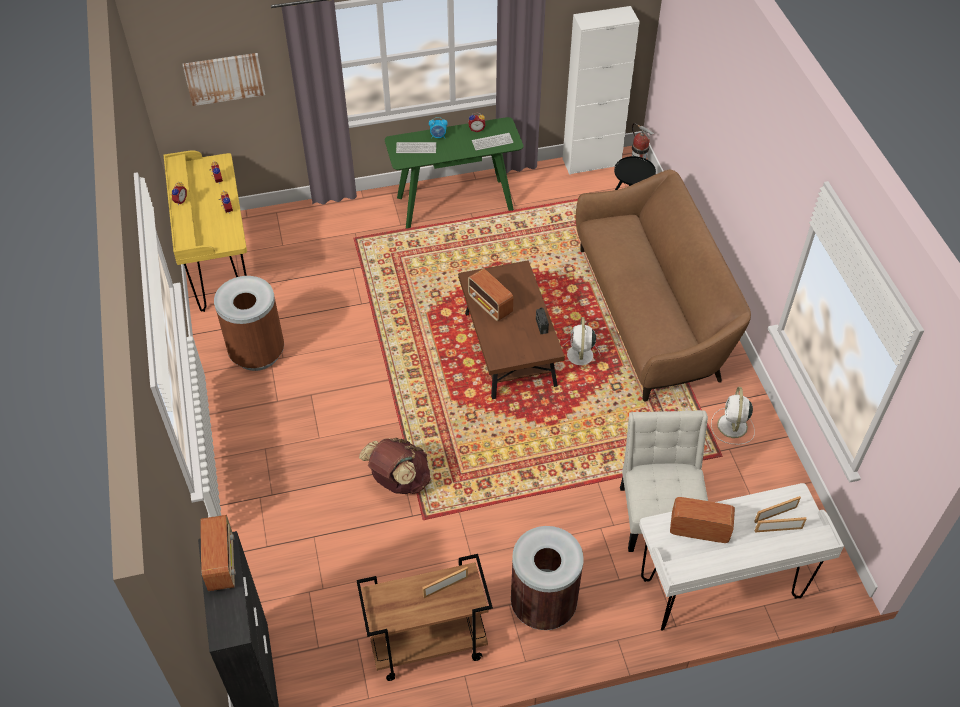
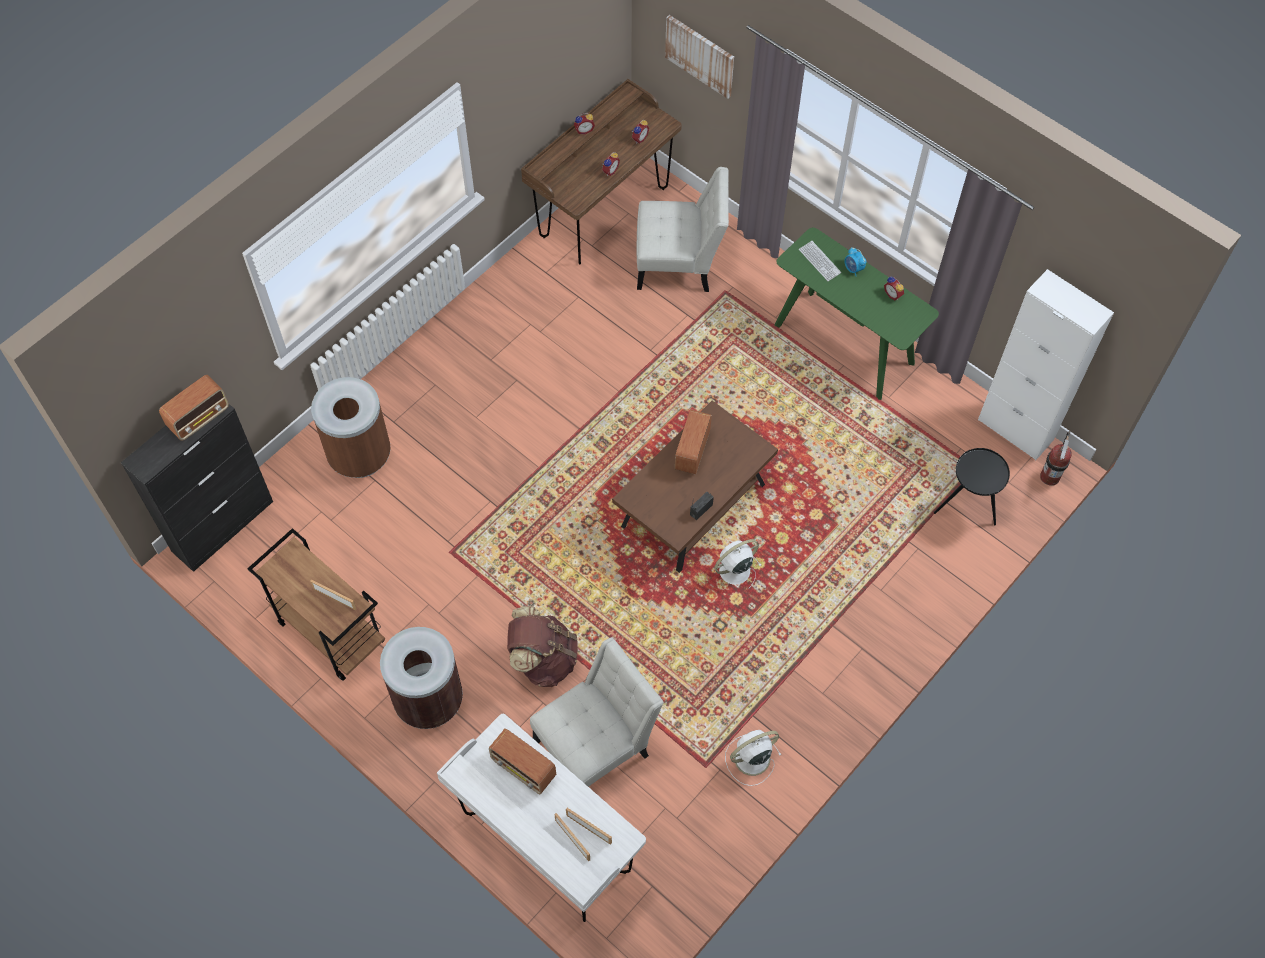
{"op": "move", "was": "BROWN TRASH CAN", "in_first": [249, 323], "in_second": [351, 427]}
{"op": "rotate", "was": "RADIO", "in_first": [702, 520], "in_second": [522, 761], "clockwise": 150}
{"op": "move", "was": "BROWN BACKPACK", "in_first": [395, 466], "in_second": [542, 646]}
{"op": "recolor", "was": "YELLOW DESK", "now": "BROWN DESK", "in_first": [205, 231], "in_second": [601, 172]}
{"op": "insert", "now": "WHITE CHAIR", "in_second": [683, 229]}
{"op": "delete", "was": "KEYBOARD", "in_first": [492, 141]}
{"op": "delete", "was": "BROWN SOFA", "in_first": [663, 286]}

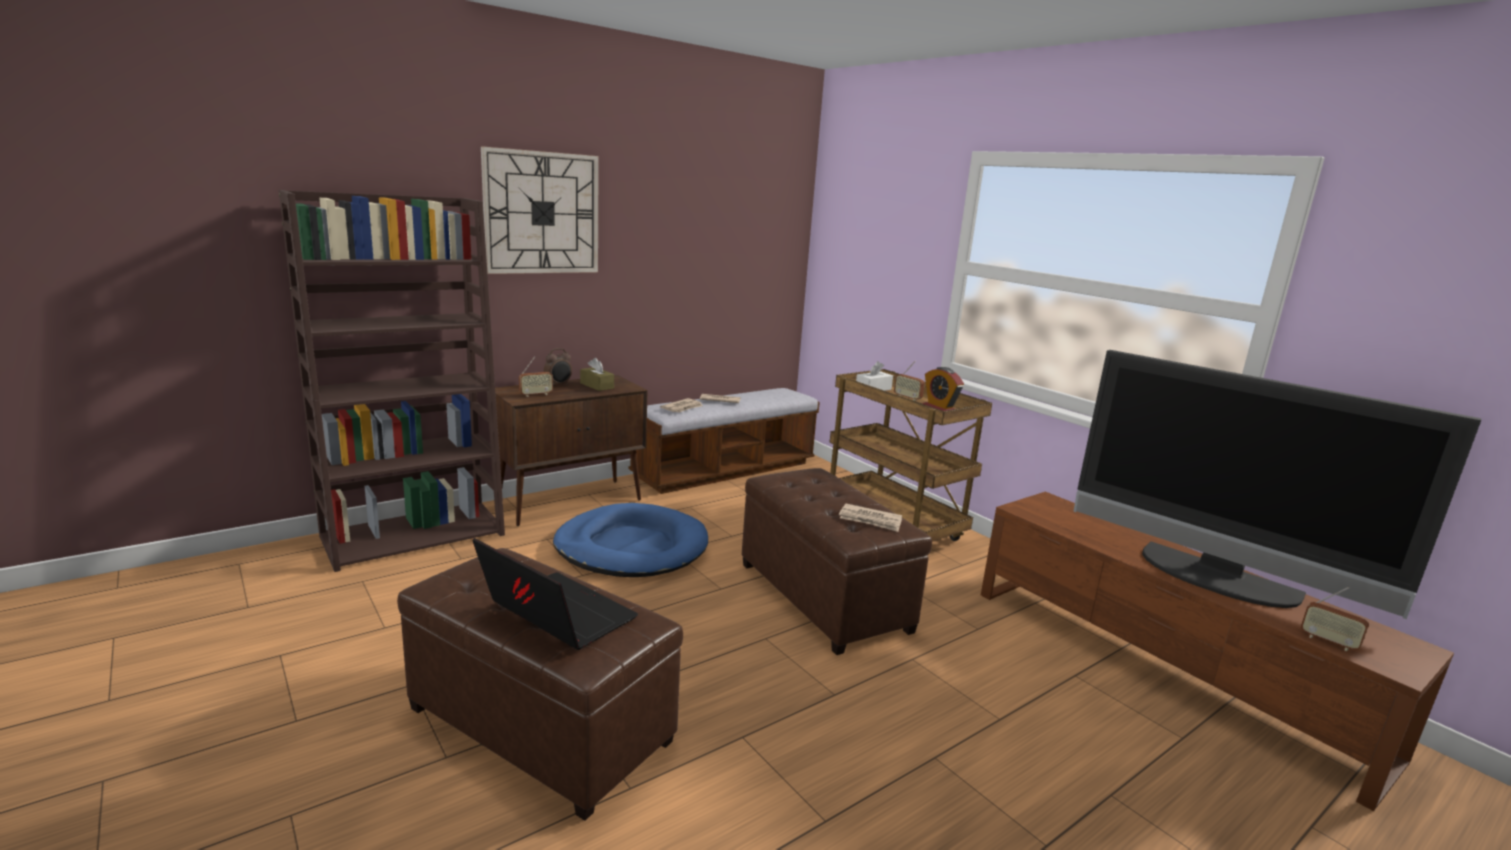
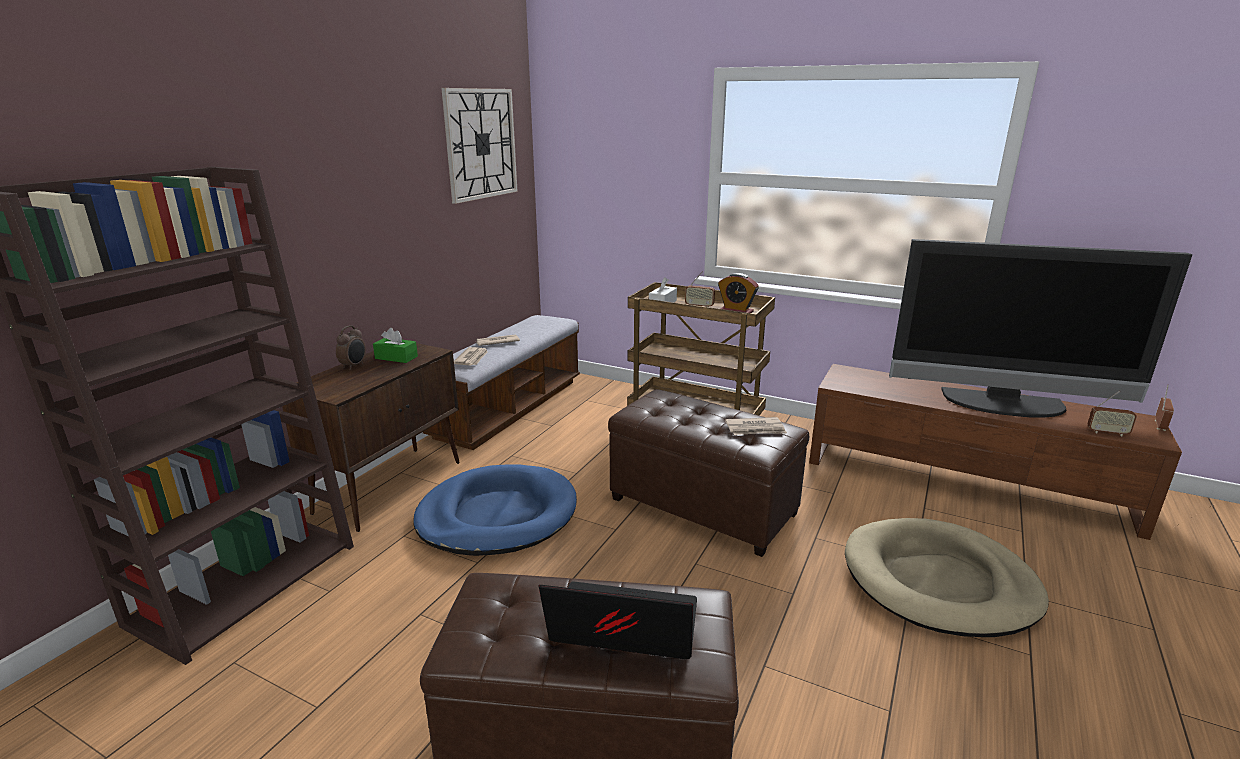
{"op": "recolor", "was": "BROWN TISSUE BOX", "now": "GREEN TISSUE BOX", "in_first": [597, 374], "in_second": [395, 345]}
{"op": "move", "was": "WALL CLOCK", "in_first": [540, 210], "in_second": [479, 146]}
{"op": "insert", "now": "BEIGE DOG BED", "in_second": [947, 577]}
{"op": "move", "was": "RADIO", "in_first": [536, 376], "in_second": [1164, 408]}

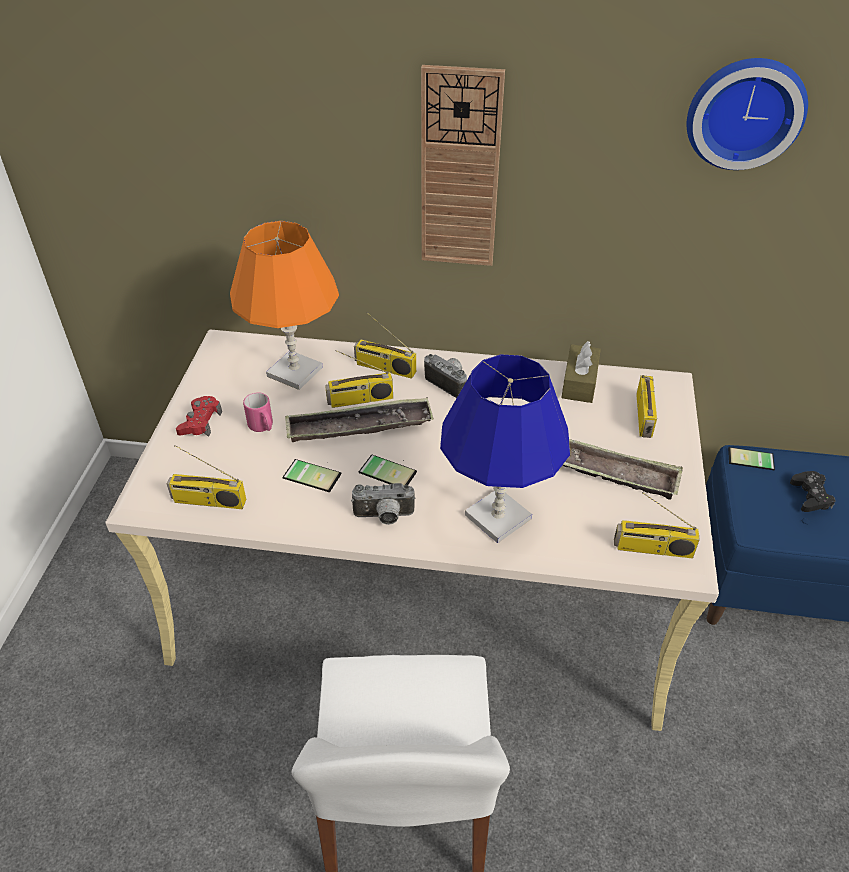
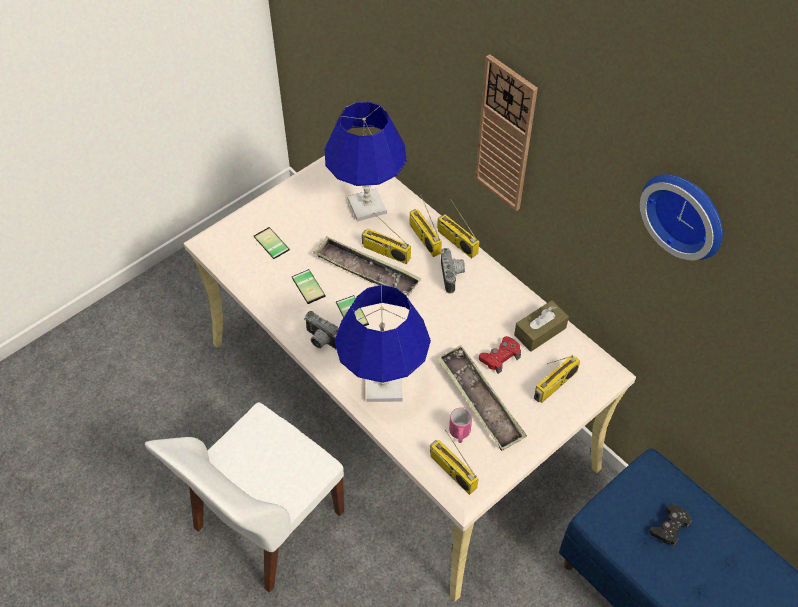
{"op": "move", "was": "PHONE", "in_first": [751, 458], "in_second": [271, 243]}
{"op": "recolor", "was": "ORANGE TABLE LAMP", "now": "BLUE TABLE LAMP", "in_first": [284, 305], "in_second": [366, 161]}
{"op": "move", "was": "RADIO", "in_first": [206, 477], "in_second": [458, 229]}
{"op": "move", "was": "PINK MUG", "in_first": [258, 412], "in_second": [460, 425]}
{"op": "move", "was": "RED GAME CONTROLLER", "in_first": [199, 416], "in_second": [500, 355]}

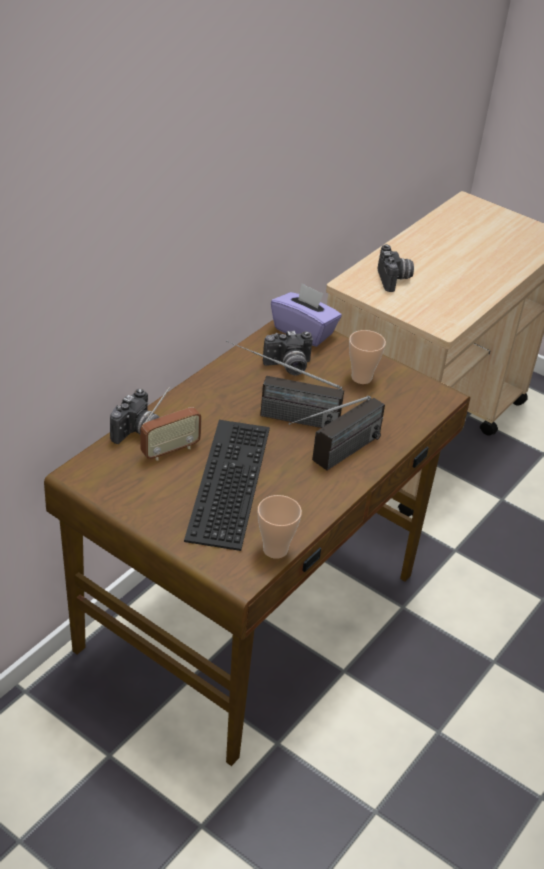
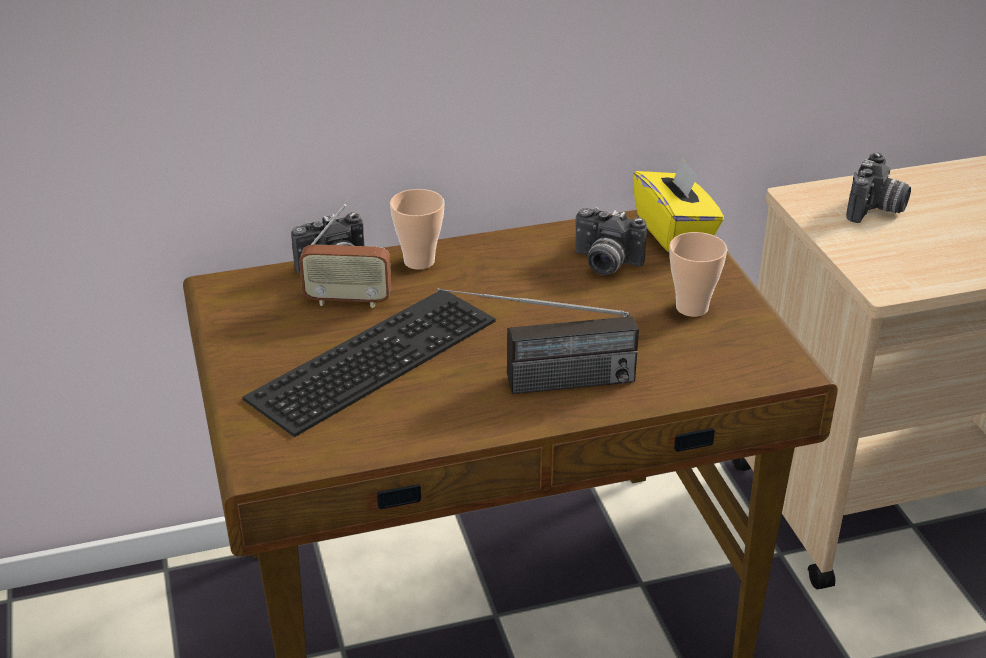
{"op": "move", "was": "CUP", "in_first": [280, 527], "in_second": [417, 229]}
{"op": "recolor", "was": "PURPLE TISSUE BOX", "now": "YELLOW TISSUE BOX", "in_first": [306, 315], "in_second": [678, 204]}
{"op": "delete", "was": "RADIO", "in_first": [285, 384]}

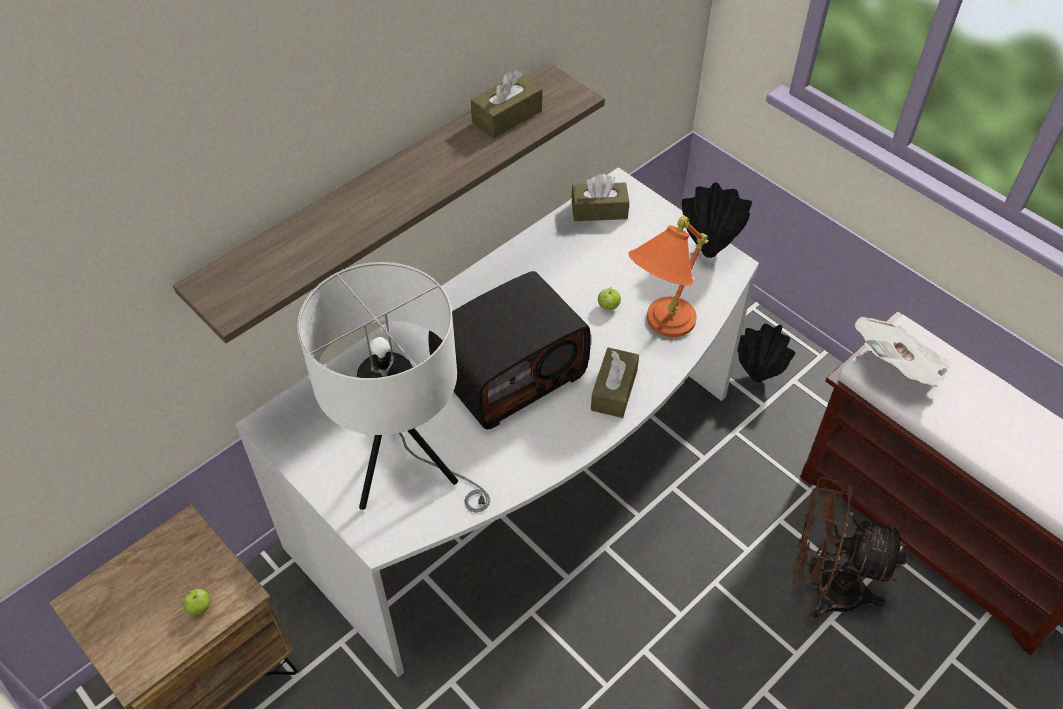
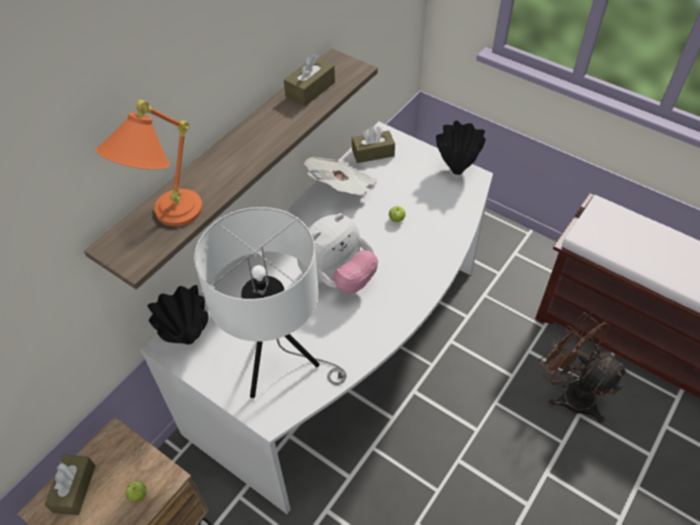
{"op": "move", "was": "BROWN TISSUE BOX", "in_first": [615, 382], "in_second": [69, 485]}
{"op": "move", "was": "ORANGE TABLE LAMP", "in_first": [669, 276], "in_second": [149, 163]}
{"op": "move", "was": "BLACK VASE", "in_first": [766, 353], "in_second": [178, 315]}
{"op": "replace", "was": "RADIO", "now": "PLUSH TOY", "in_first": [509, 350], "in_second": [337, 253]}
{"op": "move", "was": "NEWSPAPER", "in_first": [902, 352], "in_second": [340, 176]}
{"op": "rotate", "was": "BROWN FAN", "in_first": [849, 549], "in_second": [583, 367], "clockwise": 45}

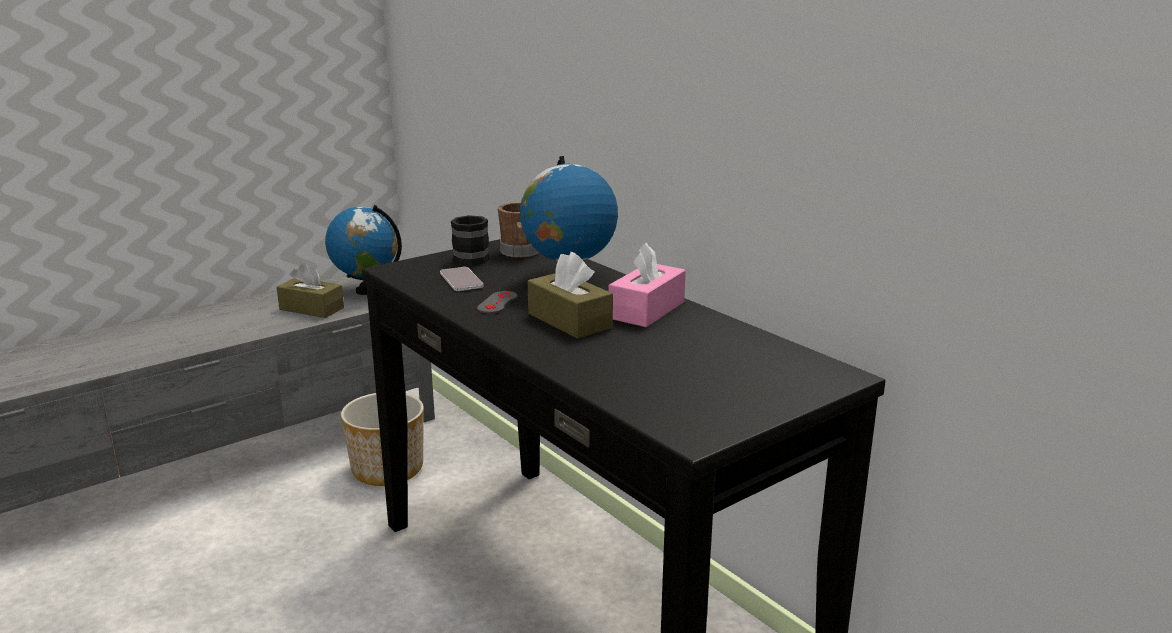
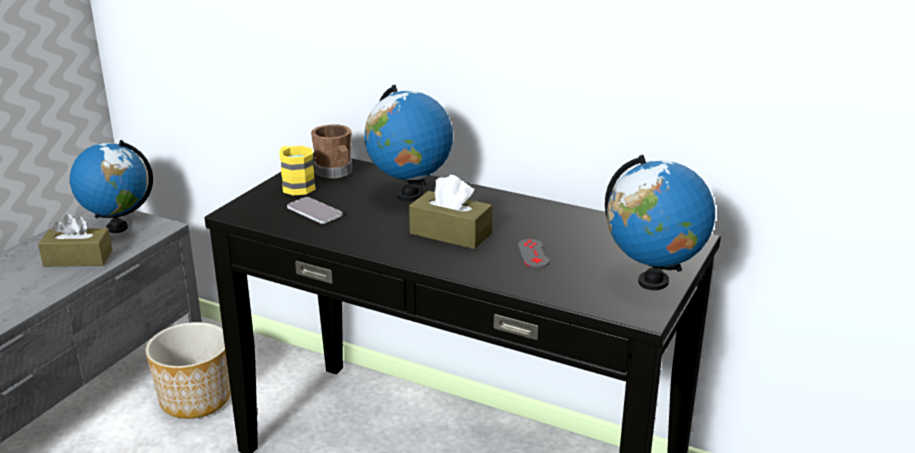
{"op": "recolor", "was": "BLACK MUG", "now": "YELLOW MUG", "in_first": [470, 240], "in_second": [297, 170]}
{"op": "move", "was": "GREY GAME CONTROLLER", "in_first": [497, 302], "in_second": [533, 253]}
{"op": "insert", "now": "GLOBE", "in_second": [660, 222]}
{"op": "delete", "was": "PINK TISSUE BOX", "in_first": [647, 285]}

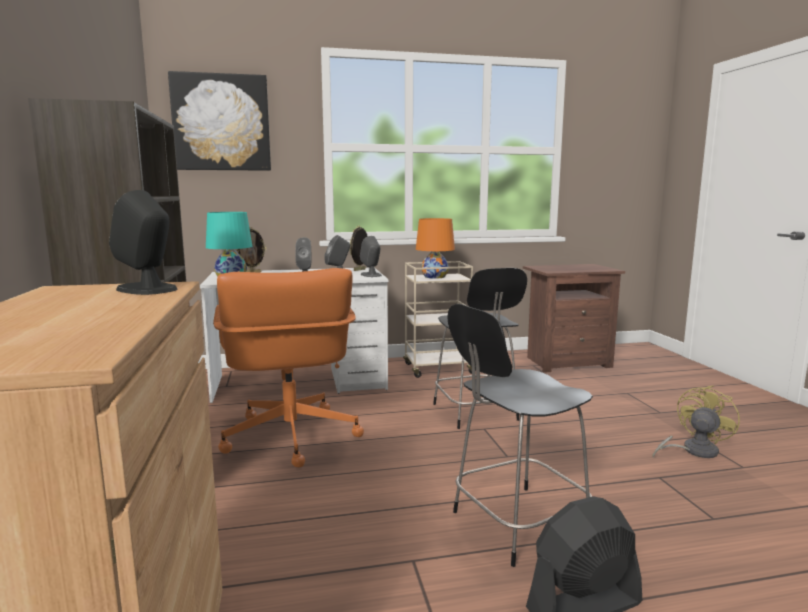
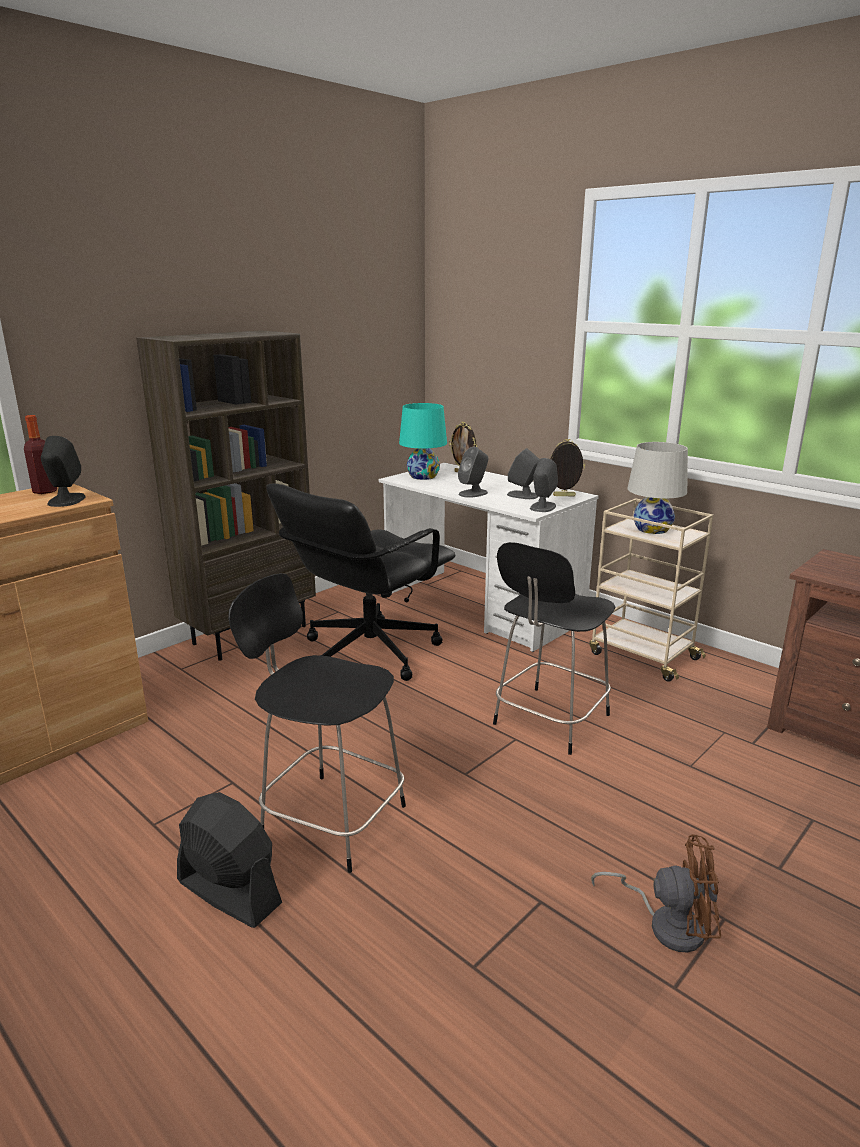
{"op": "insert", "now": "BOTTLE", "in_second": [40, 454]}
{"op": "recolor", "was": "ORANGE OFFICE CHAIR", "now": "BLACK OFFICE CHAIR", "in_first": [288, 367], "in_second": [360, 582]}
{"op": "recolor", "was": "YELLOW FAN", "now": "BROWN FAN", "in_first": [696, 422], "in_second": [656, 893]}
{"op": "recolor", "was": "ORANGE TABLE LAMP", "now": "WHITE TABLE LAMP", "in_first": [435, 248], "in_second": [657, 488]}
{"op": "delete", "was": "PICTURE", "in_first": [219, 121]}

